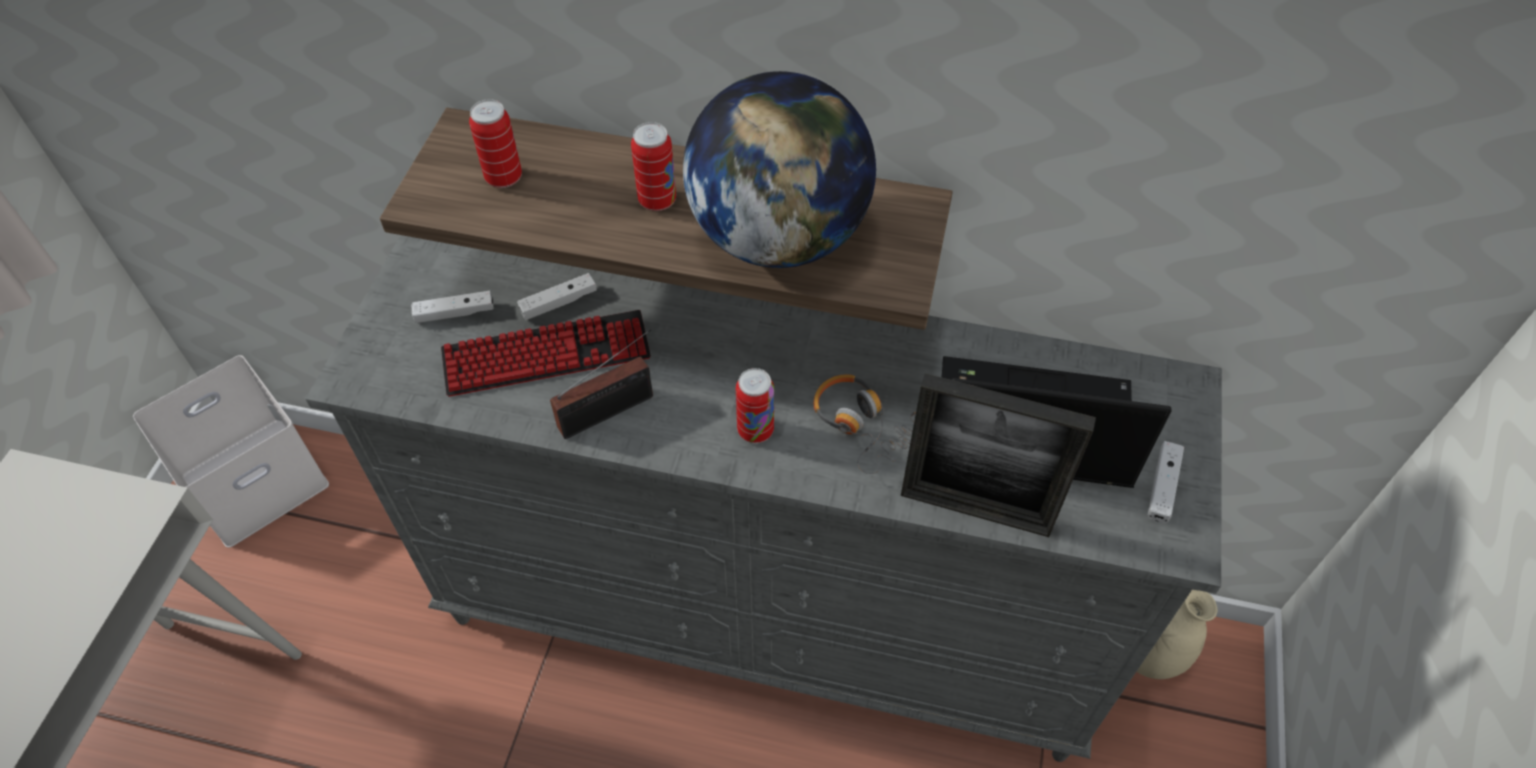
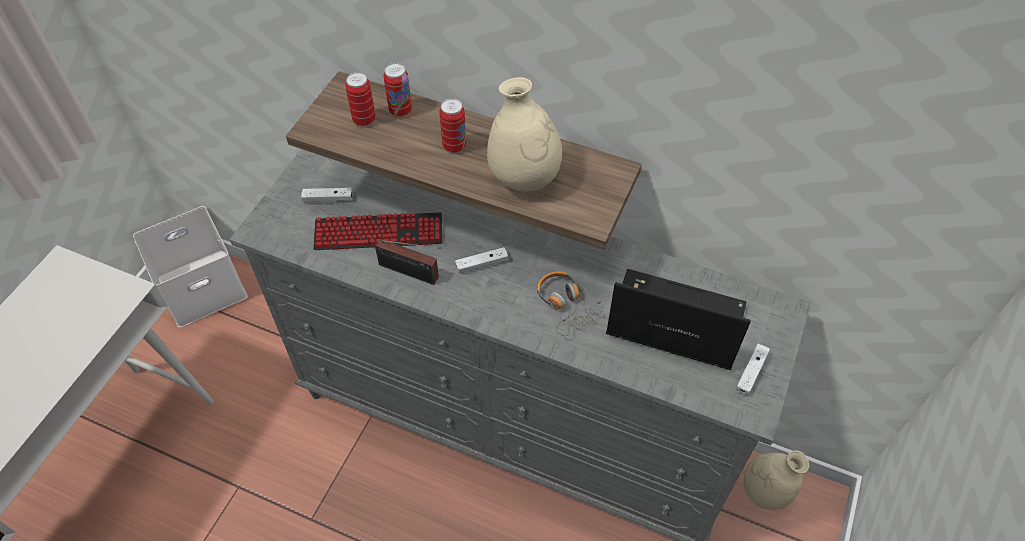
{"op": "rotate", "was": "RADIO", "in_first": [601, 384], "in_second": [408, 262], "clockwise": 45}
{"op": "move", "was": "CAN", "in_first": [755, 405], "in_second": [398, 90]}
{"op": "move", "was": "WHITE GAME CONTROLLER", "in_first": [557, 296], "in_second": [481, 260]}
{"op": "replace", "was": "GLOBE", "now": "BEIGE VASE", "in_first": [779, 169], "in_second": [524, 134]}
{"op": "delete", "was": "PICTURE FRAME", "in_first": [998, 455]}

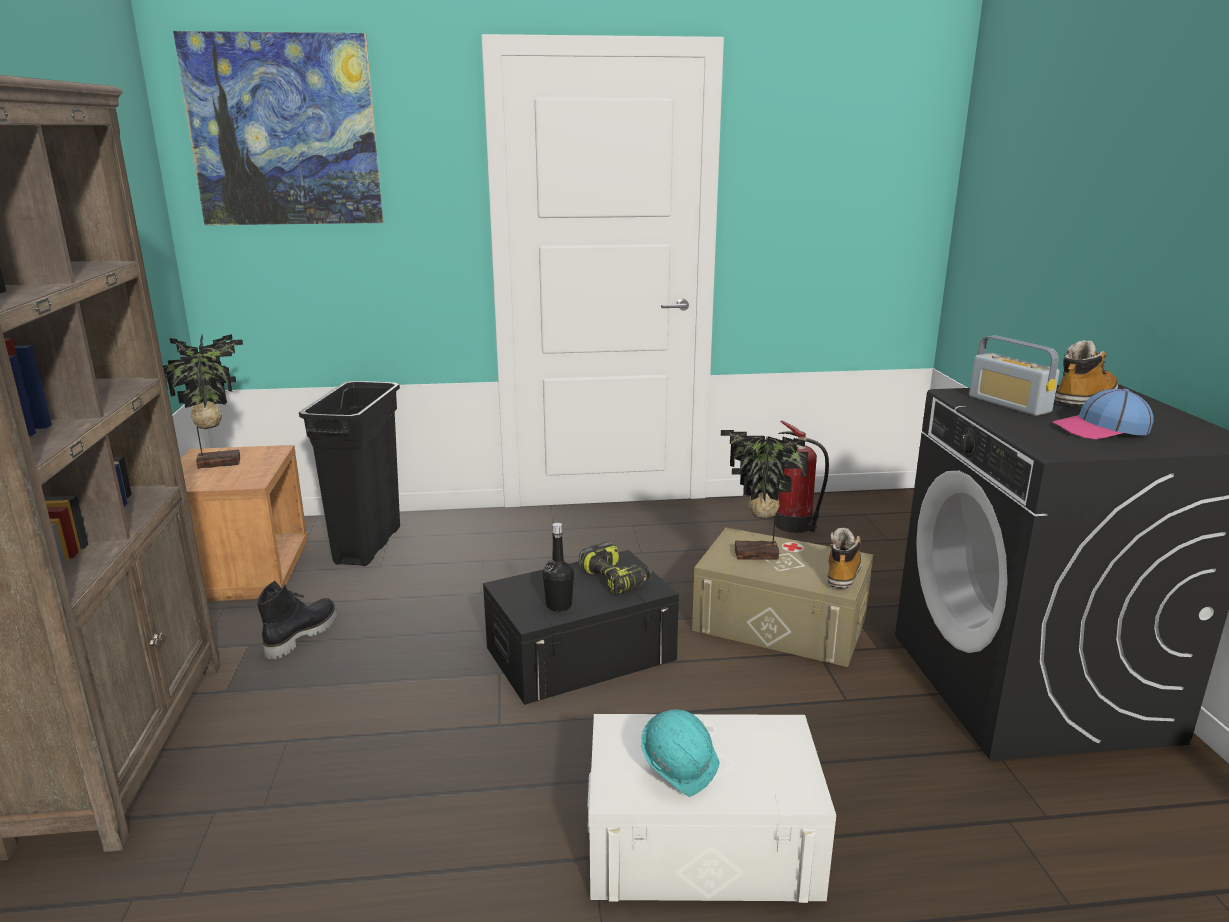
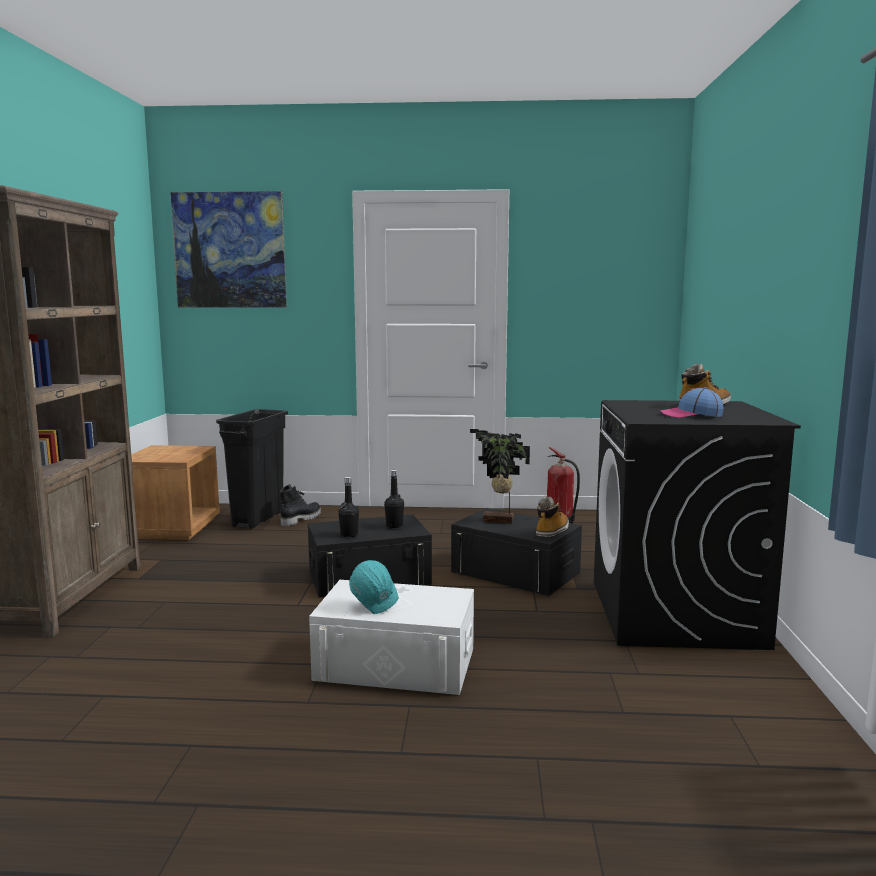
{"op": "move", "was": "BLACK BOOT", "in_first": [297, 620], "in_second": [300, 505]}
{"op": "replace", "was": "POWER DRILL", "now": "BLACK BOTTLE", "in_first": [615, 568], "in_second": [394, 499]}
{"op": "recolor", "was": "BEIGE STORAGE BOX", "now": "BLACK STORAGE BOX", "in_first": [782, 597], "in_second": [516, 552]}
{"op": "delete", "was": "POTTED PLANT", "in_first": [203, 401]}
{"op": "delete", "was": "RADIO", "in_first": [1014, 376]}

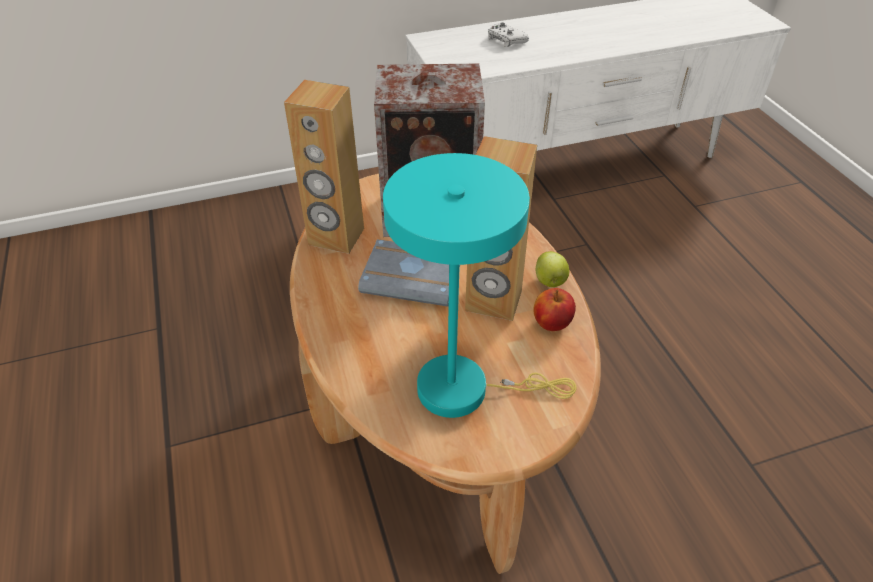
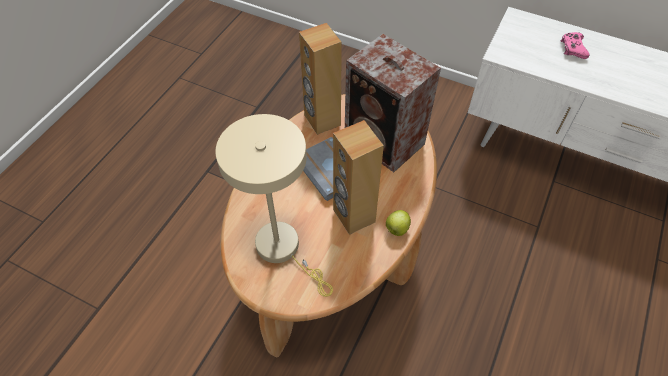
{"op": "recolor", "was": "TURQUOISE TABLE LAMP", "now": "BEIGE TABLE LAMP", "in_first": [480, 285], "in_second": [274, 205]}
{"op": "recolor", "was": "WHITE GAME CONTROLLER", "now": "PINK GAME CONTROLLER", "in_first": [508, 35], "in_second": [575, 45]}
{"op": "delete", "was": "APPLE", "in_first": [554, 309]}

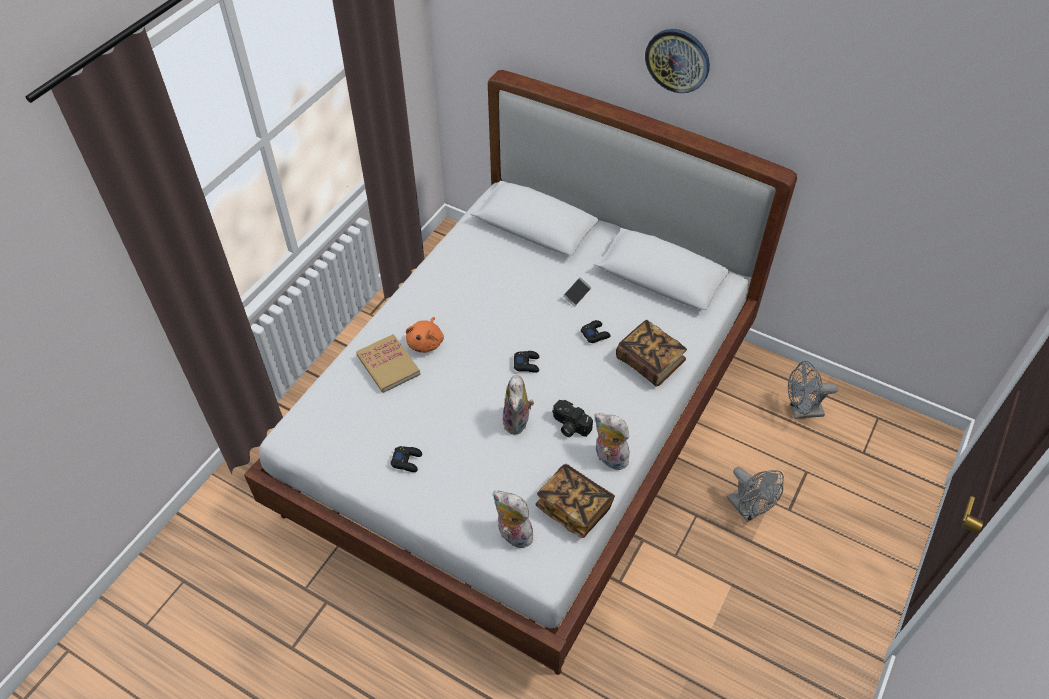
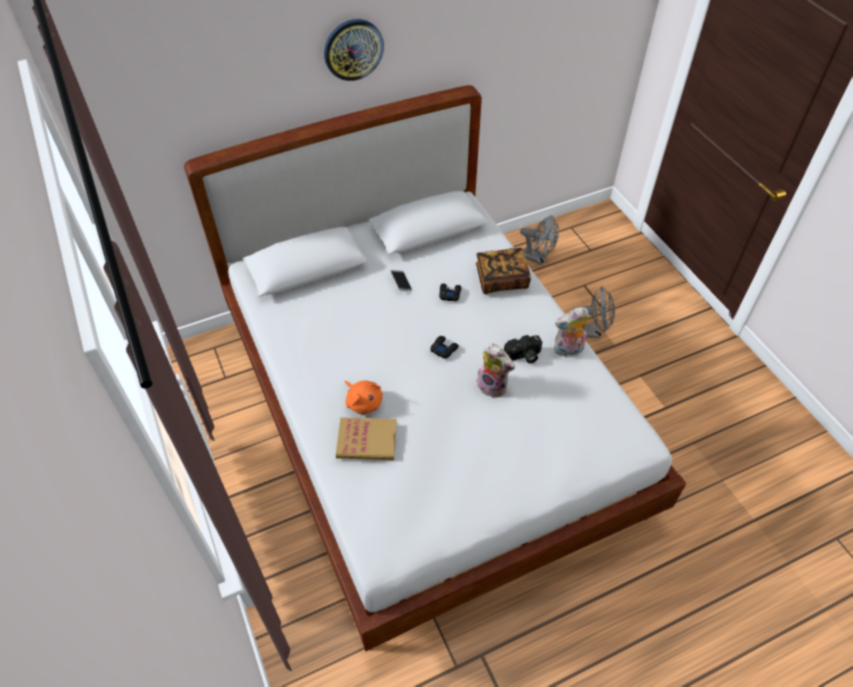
{"op": "rotate", "was": "GREY FAN", "in_first": [813, 390], "in_second": [539, 240], "clockwise": -90}
{"op": "delete", "was": "BLACK GAME CONTROLLER", "in_first": [406, 459]}
{"op": "delete", "was": "PLUSH TOY", "in_first": [514, 519]}
{"op": "delete", "was": "BOOK", "in_first": [575, 501]}

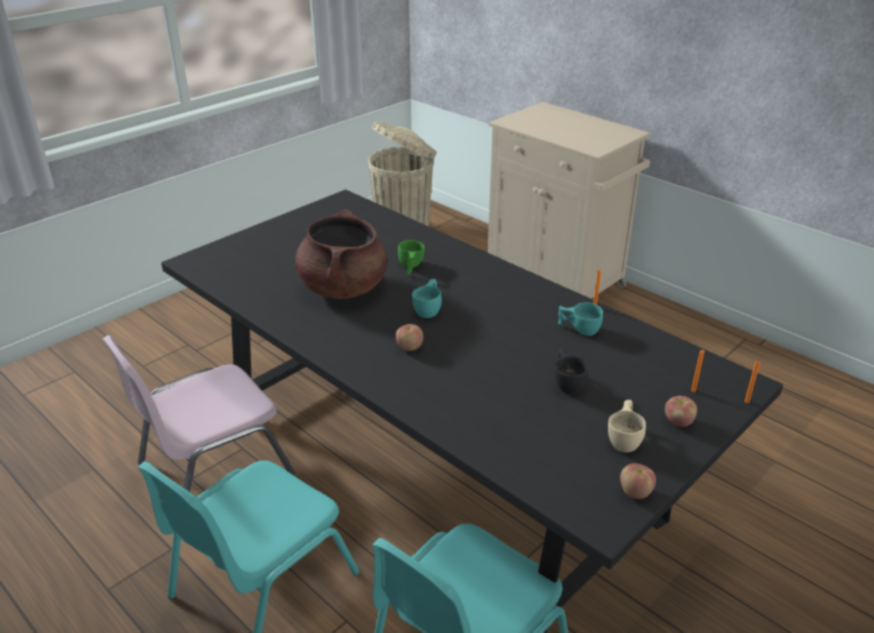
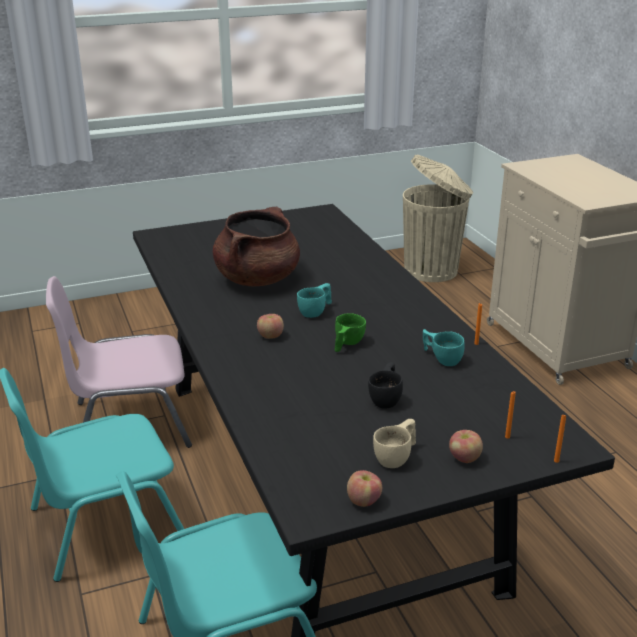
{"op": "move", "was": "GREEN CUP", "in_first": [411, 257], "in_second": [350, 332]}

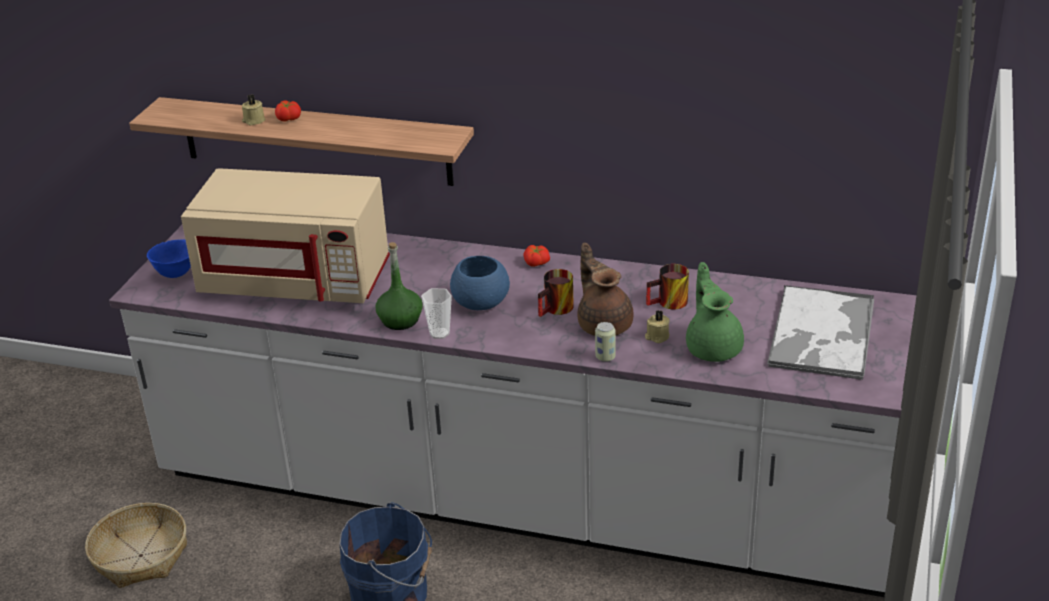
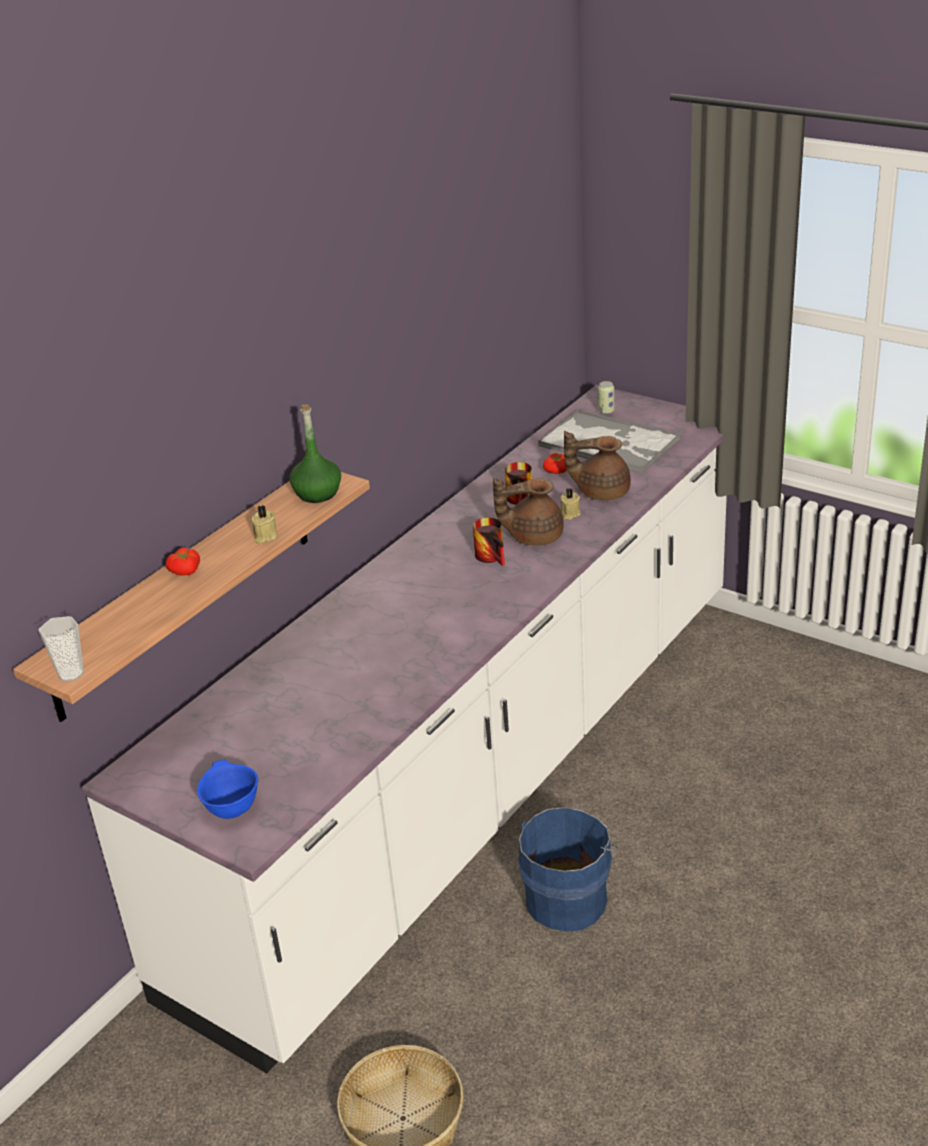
{"op": "move", "was": "CUP", "in_first": [436, 313], "in_second": [61, 649]}
{"op": "move", "was": "BEIGE CANDLE", "in_first": [254, 109], "in_second": [264, 524]}
{"op": "move", "was": "GREEN BOTTLE", "in_first": [399, 286], "in_second": [315, 454]}
{"op": "move", "was": "TOMATO", "in_first": [536, 256], "in_second": [555, 463]}
{"op": "recolor", "was": "GREEN TEAPOT", "now": "BROWN TEAPOT", "in_first": [715, 312], "in_second": [597, 465]}
{"op": "move", "was": "CAN", "in_first": [605, 342], "in_second": [606, 397]}
{"op": "delete", "was": "BEIGE MICROWAVE", "in_first": [285, 235]}
{"op": "delete", "was": "BLUE BOWL", "in_first": [480, 283]}

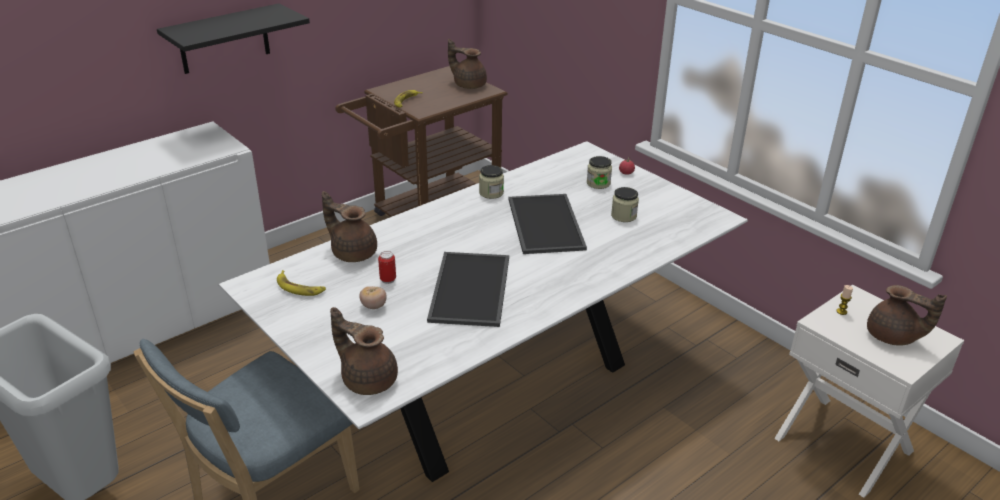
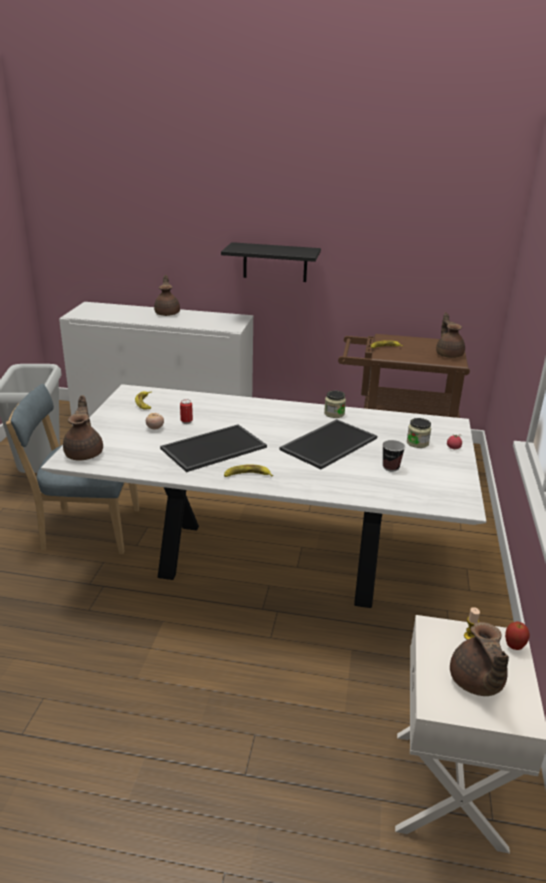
{"op": "move", "was": "BROWN TEAPOT", "in_first": [349, 226], "in_second": [167, 295]}
{"op": "insert", "now": "BANANA", "in_second": [248, 471]}
{"op": "replace", "was": "JAR", "now": "CUP", "in_first": [625, 204], "in_second": [393, 456]}
{"op": "insert", "now": "APPLE", "in_second": [517, 635]}

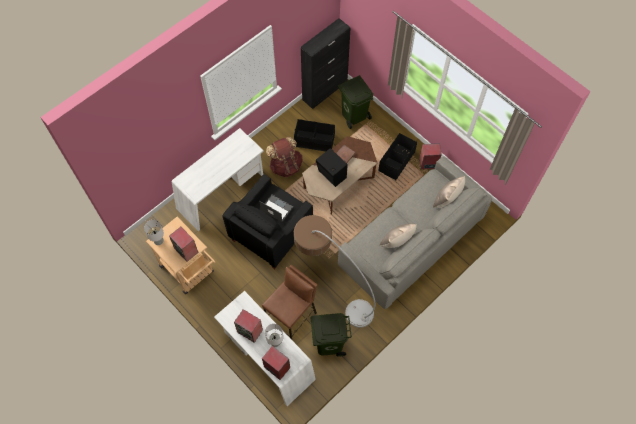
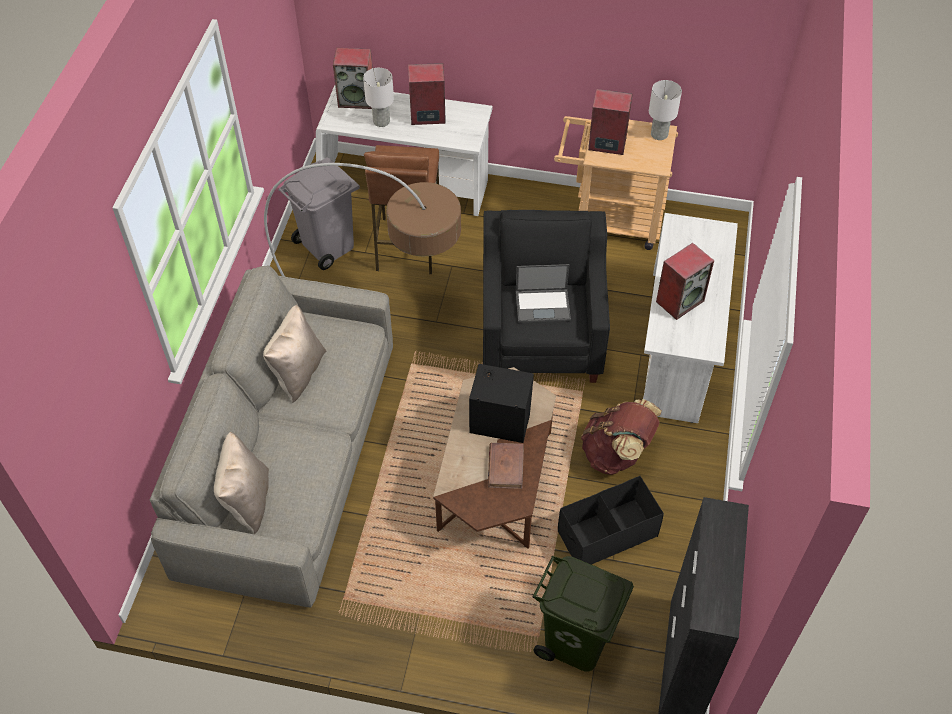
{"op": "recolor", "was": "GREEN TRASH CAN", "now": "GREY TRASH CAN", "in_first": [331, 335], "in_second": [319, 213]}
{"op": "move", "was": "SPEAKER", "in_first": [430, 156], "in_second": [685, 281]}
{"op": "delete", "was": "BLACK STORAGE BOX", "in_first": [397, 156]}

